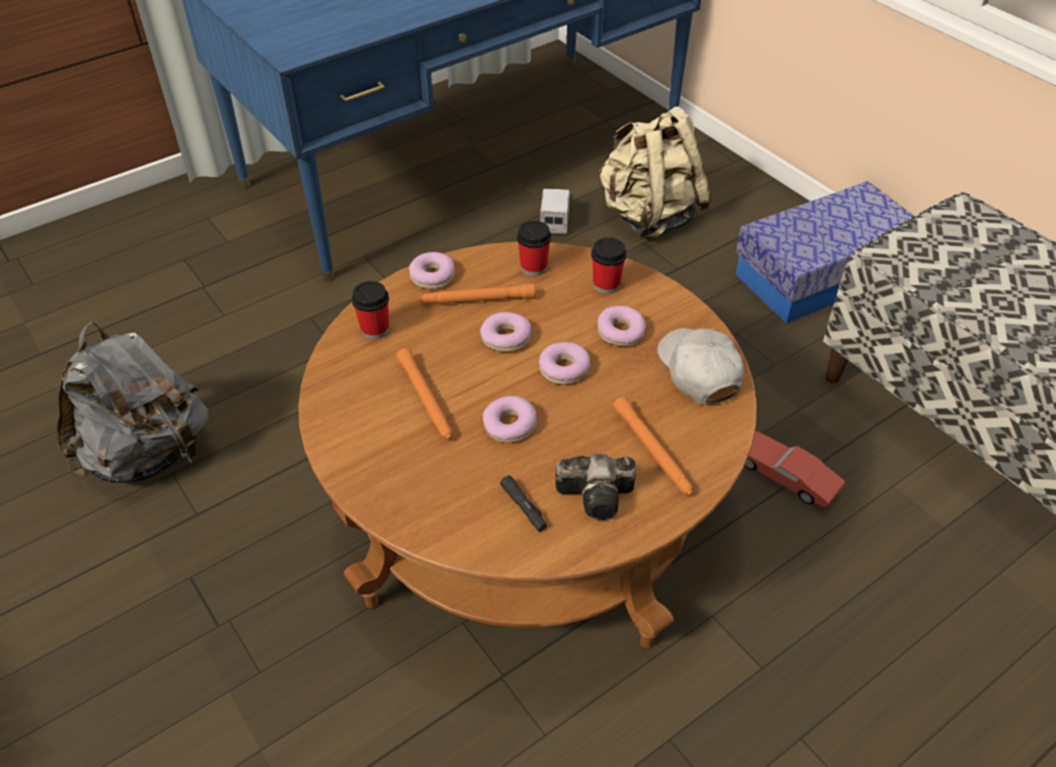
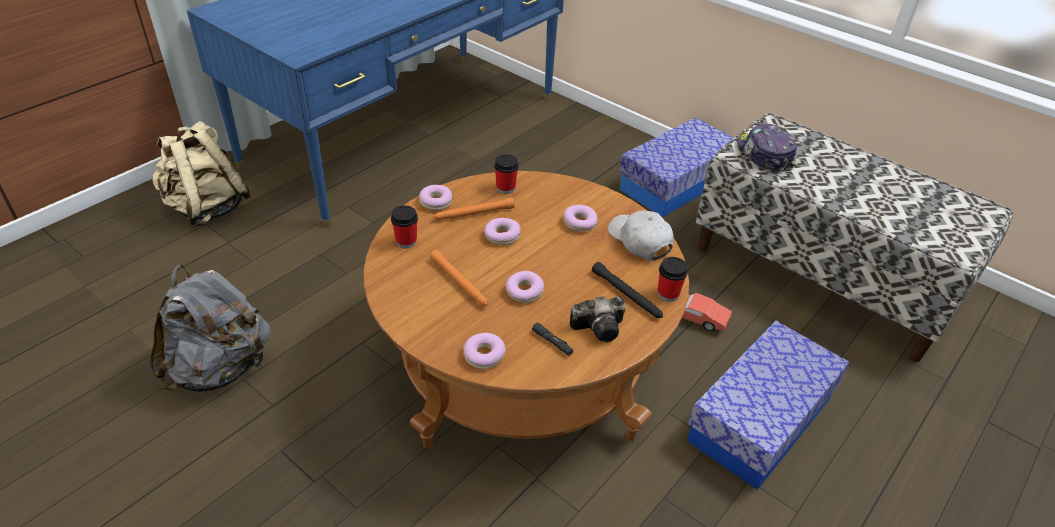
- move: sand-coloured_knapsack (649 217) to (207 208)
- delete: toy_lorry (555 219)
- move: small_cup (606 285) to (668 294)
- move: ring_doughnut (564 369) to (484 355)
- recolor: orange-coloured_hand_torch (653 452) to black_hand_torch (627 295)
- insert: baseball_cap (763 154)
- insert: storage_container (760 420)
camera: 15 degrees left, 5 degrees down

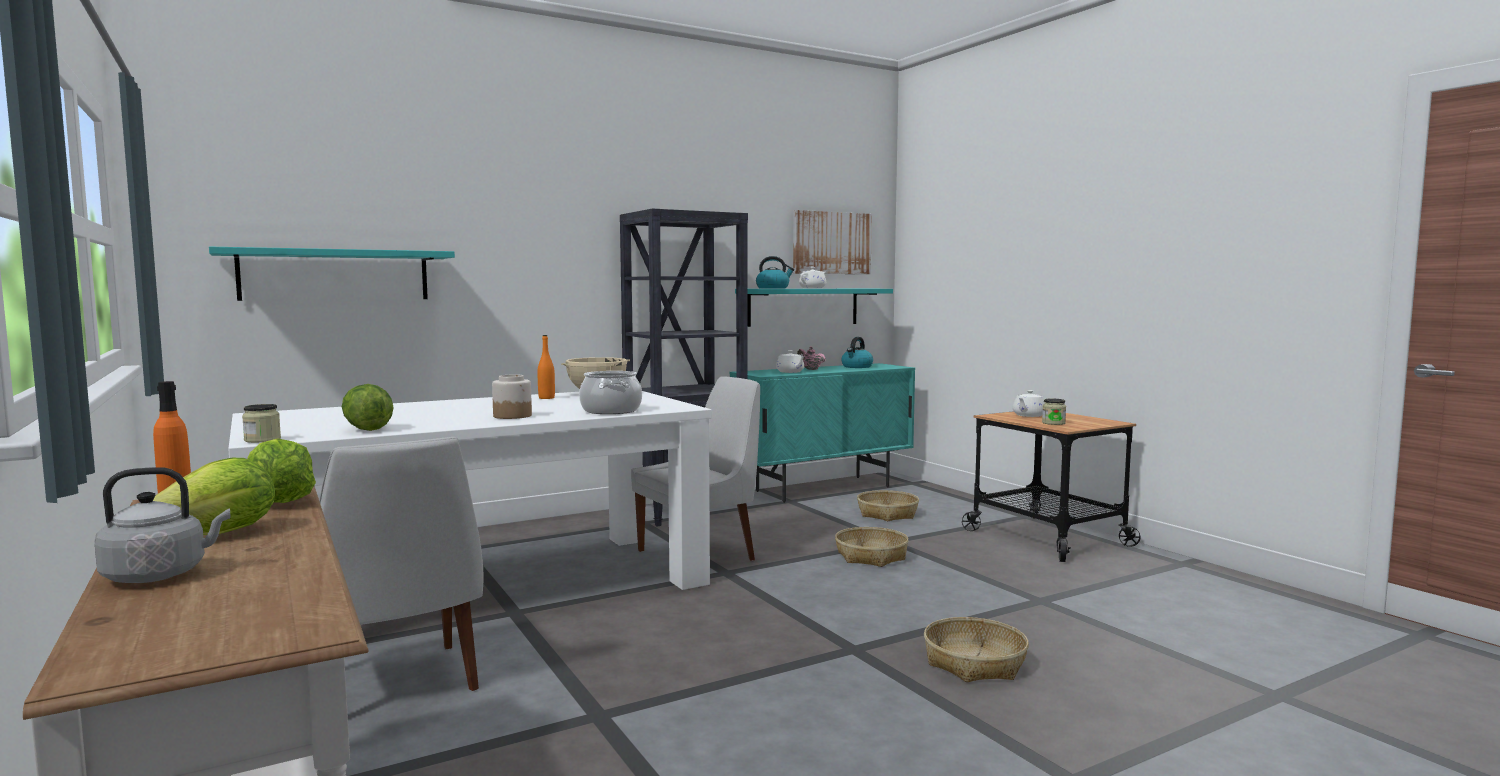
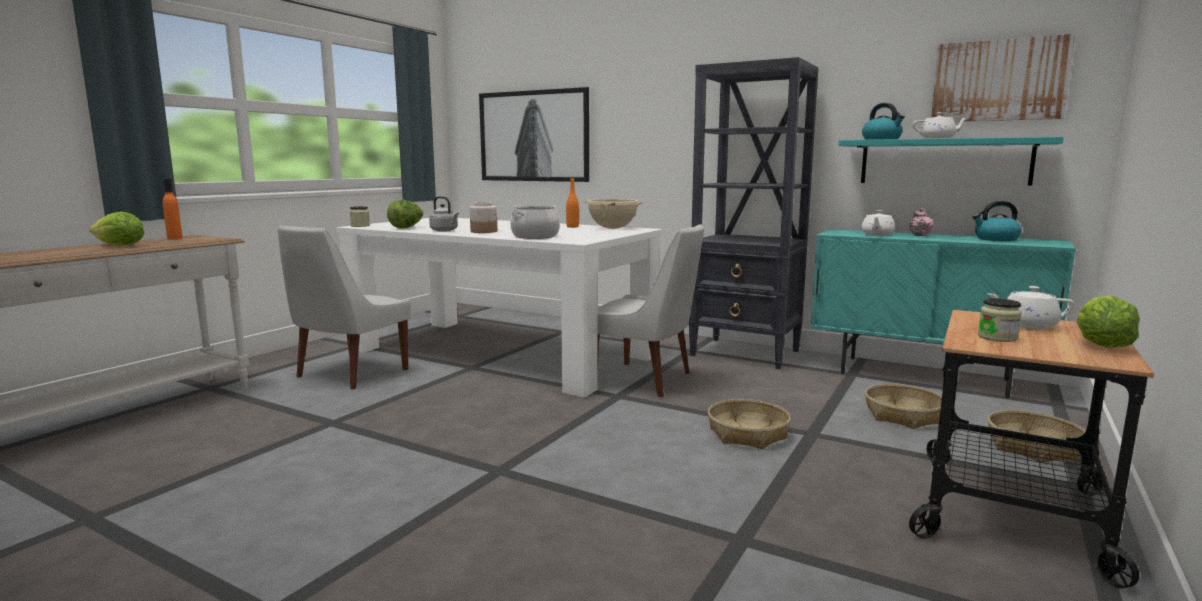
- replace: blue-green_bracket_shelf (335 275) to picture (534 136)
- move: lettuce (278 502) to (1100 345)
- move: grey_water_kettle (160 575) to (445 231)
- move: storage_basket (975 663) to (1033 447)
camera: 60 degrees right, 5 degrees up

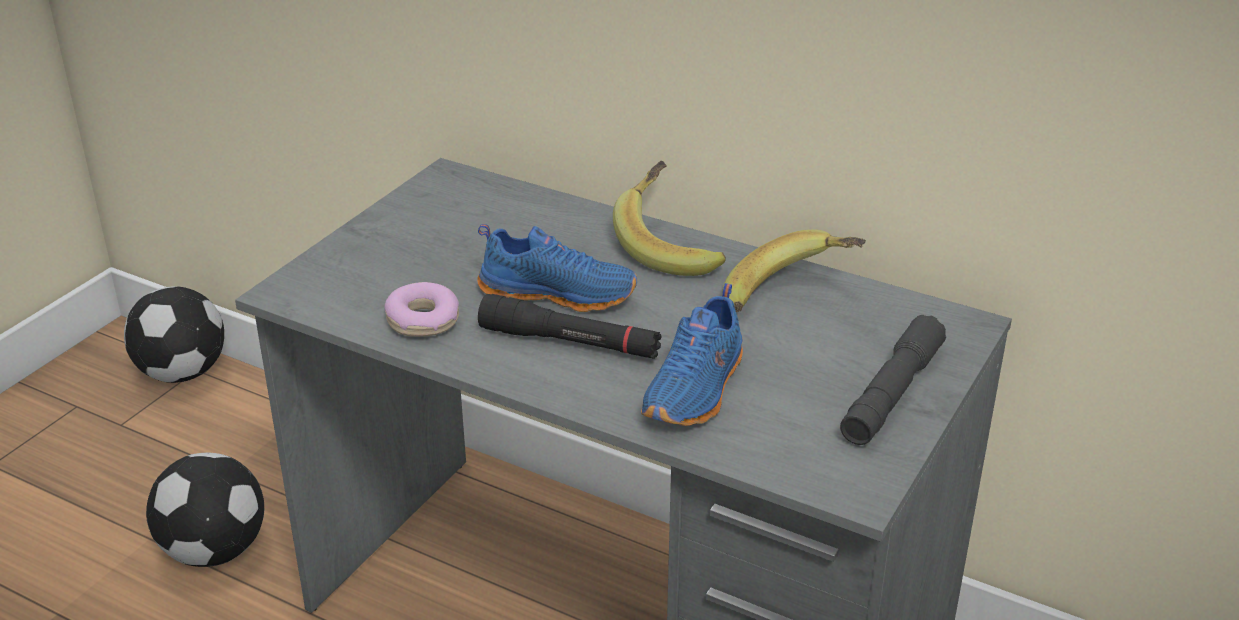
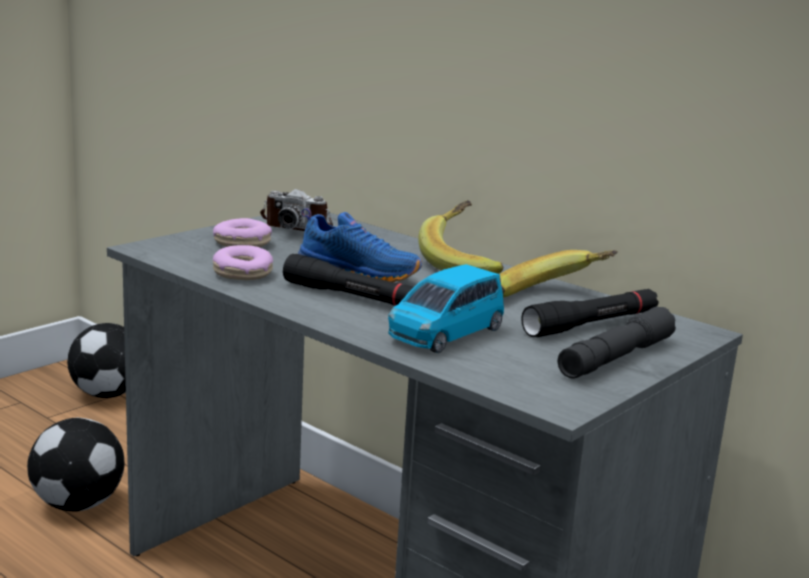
- replace: blue-coloured_item_of_footwear (697 390) to blue-coloured_toy_car (445 334)
- insert: photo_camera (299 228)
- insert: ring_doughnut (242 243)
- insert: black_hand_torch (591 325)
camera: 10 degrees right, 15 degrees down

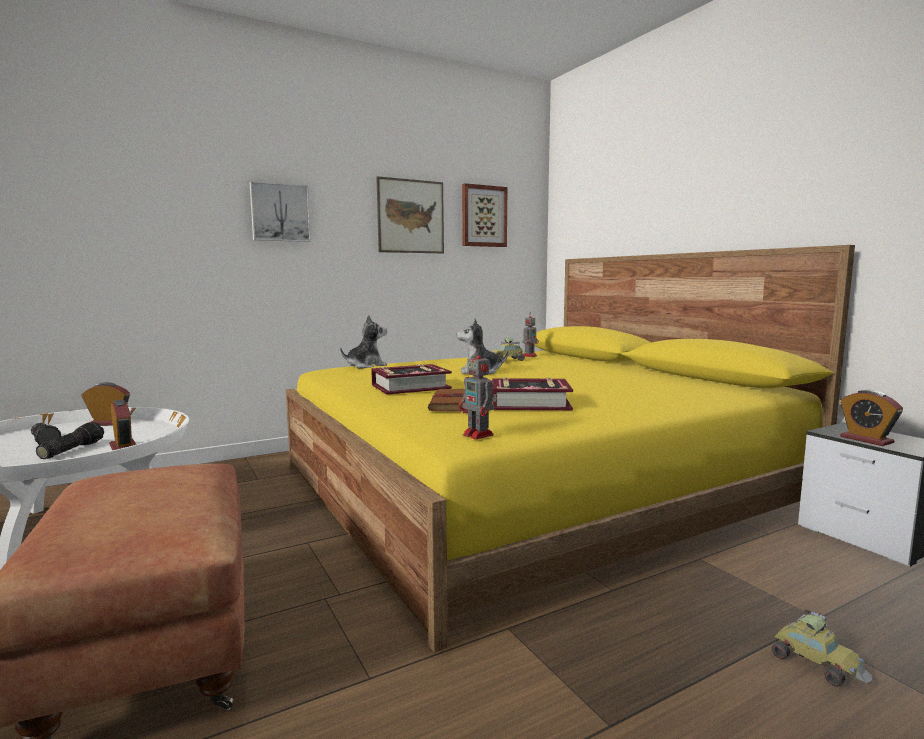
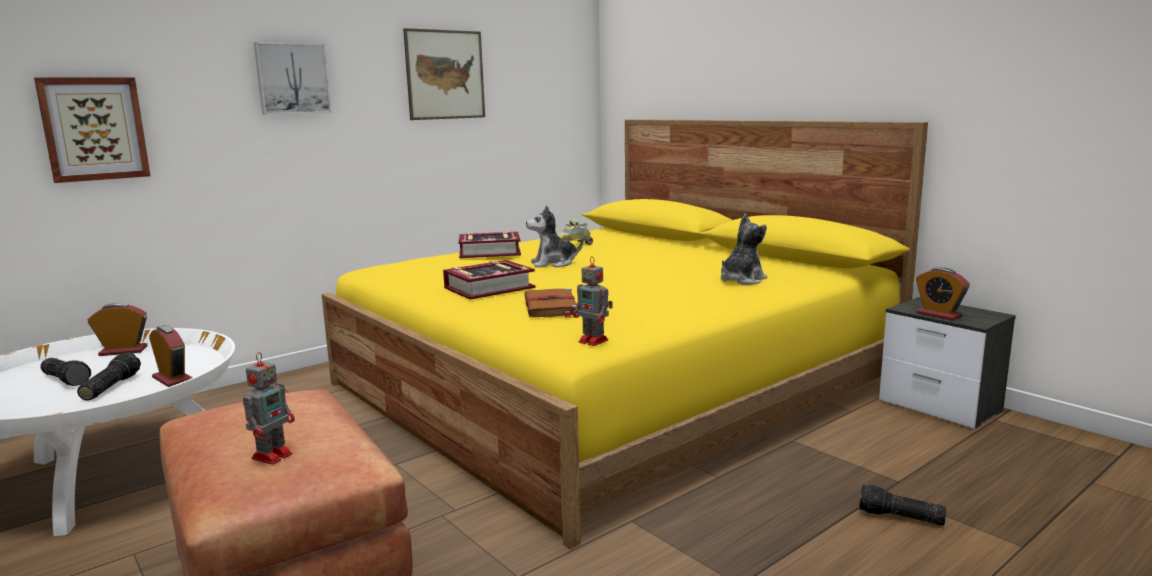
- move: picture (483 216) to (94 129)
- move: model_robot (530 356) to (273 455)
- move: plush_toy (366 366) to (741 280)
- move: volume (530 403) to (489 252)
- replace: toy_car (816 663) to hand_torch (899 517)
camera: 10 degrees left, 5 degrees up

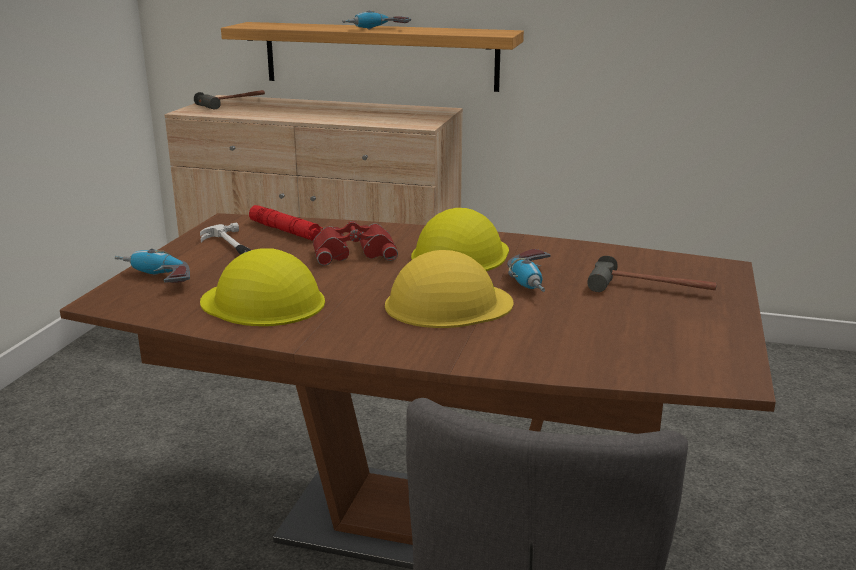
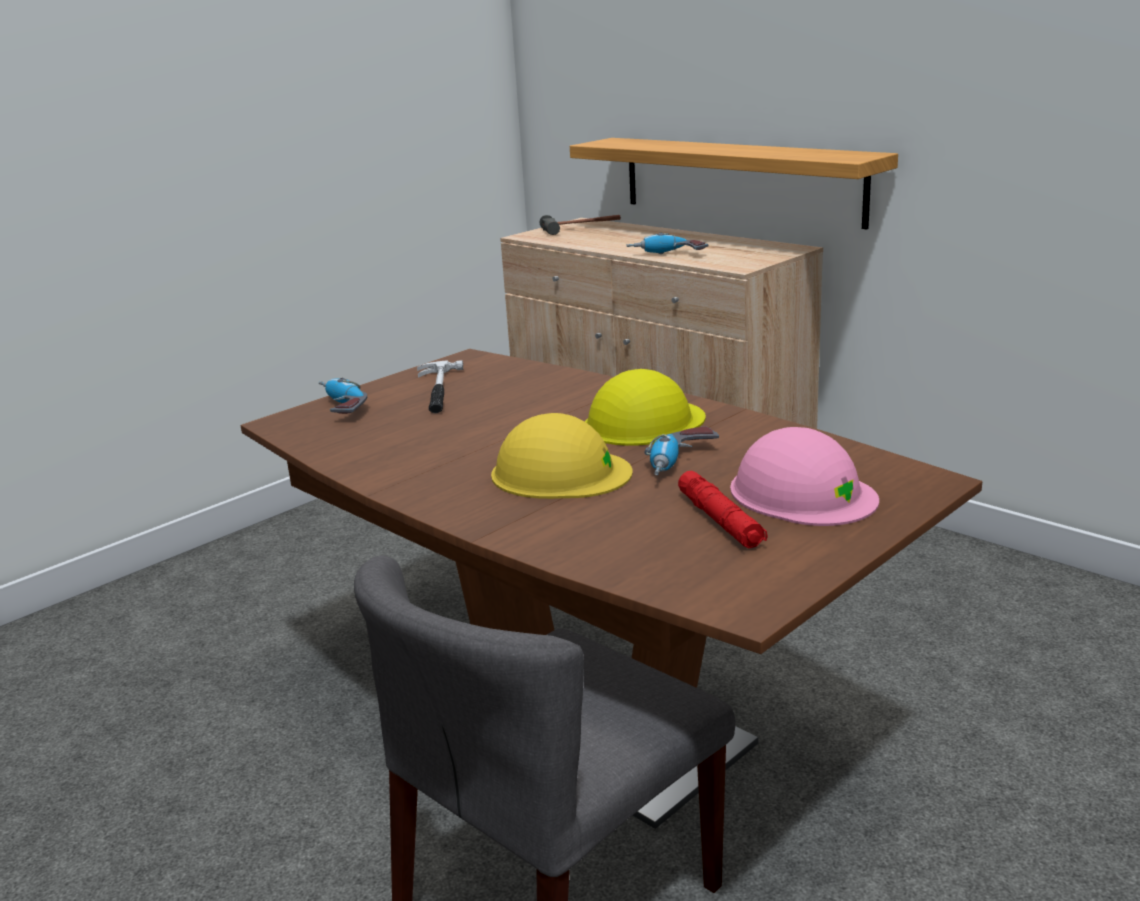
- move: drill (376 29) to (667 255)
- move: red-coloured_hand_torch (285 231) to (720 520)
- delete: red-coloured_pair_of_binoculars (354 252)
- delete: yellow-coloured_safety_helmet (263 302)
- replace: tool_hammer (651 289) to pink-coloured_safety_helmet (802 493)
camera: 30 degrees right, 0 degrees up

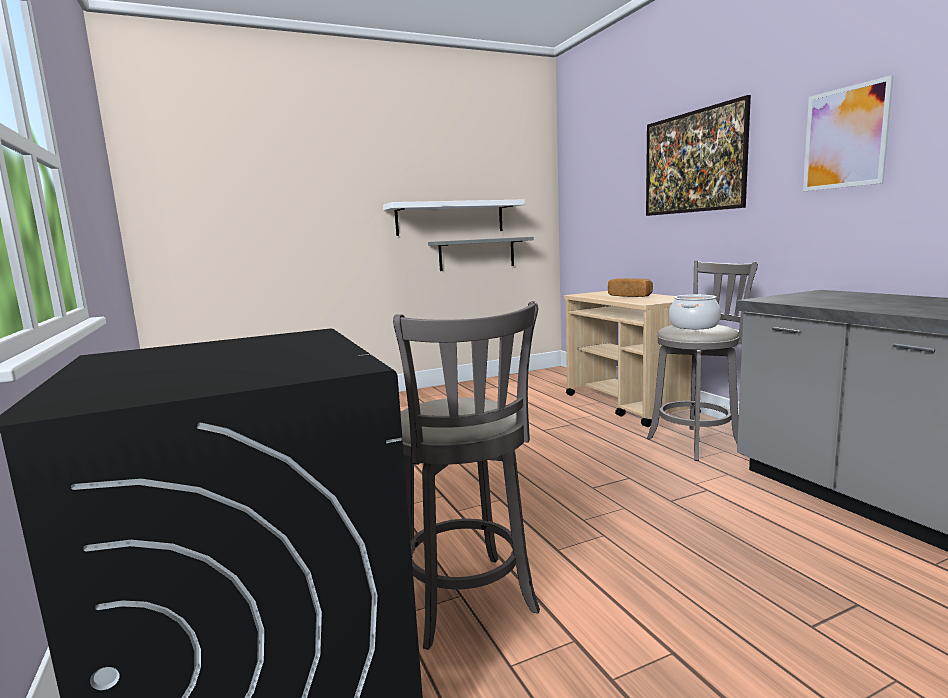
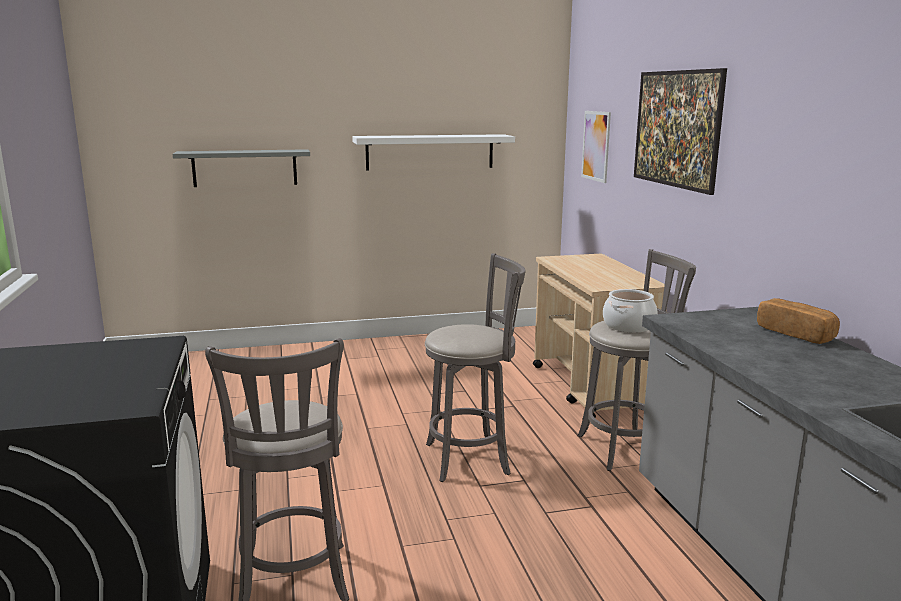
- move: picture (845 138) to (596 146)
- move: grey_bracket_shelf (477 254) to (245 168)
- move: bread (630 296) to (796 334)
- insert: grey_sitting_stool (472 458)
camera: 10 degrees right, 5 degrees up

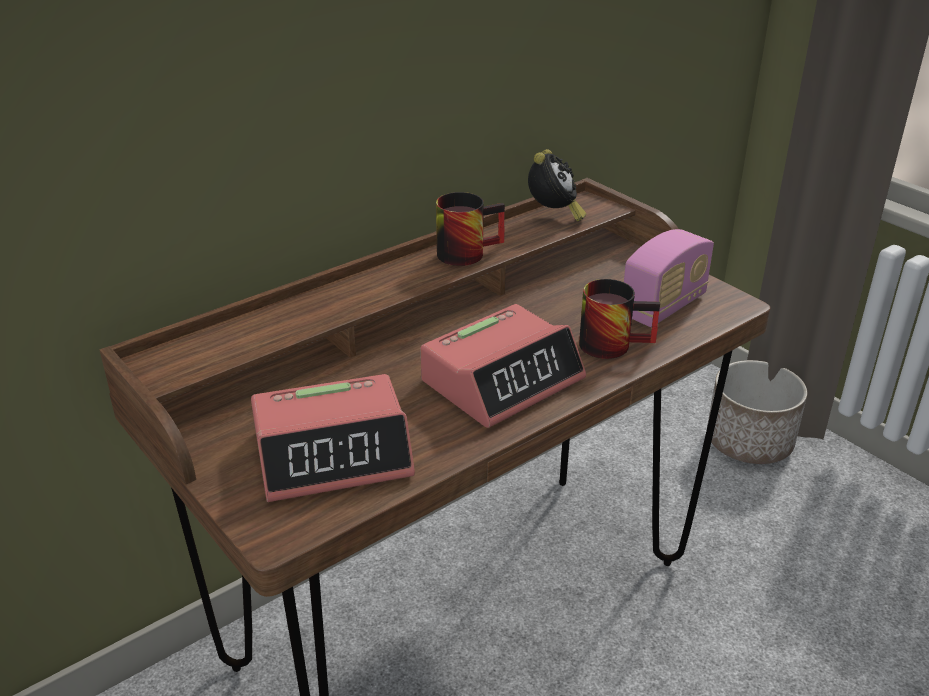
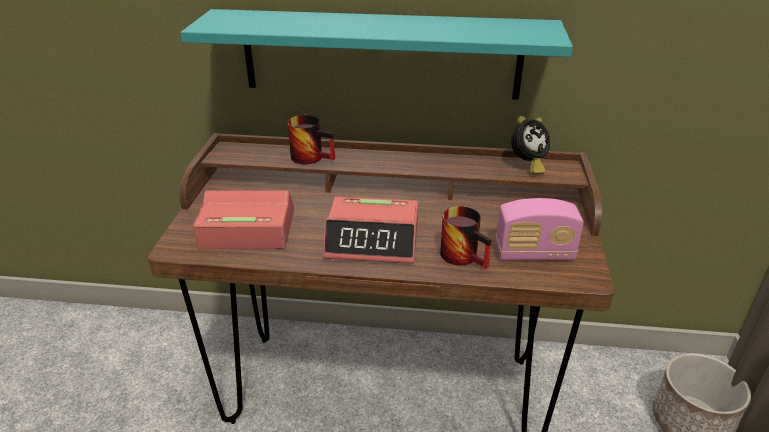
- move: coffee_mug (466 251) to (313 156)
- rotate: bedside_clock (333 454) = (247 229) 150 degrees clockwise
- insert: blue-green_bracket_shelf (381 54)
camera: 45 degrees right, 0 degrees up

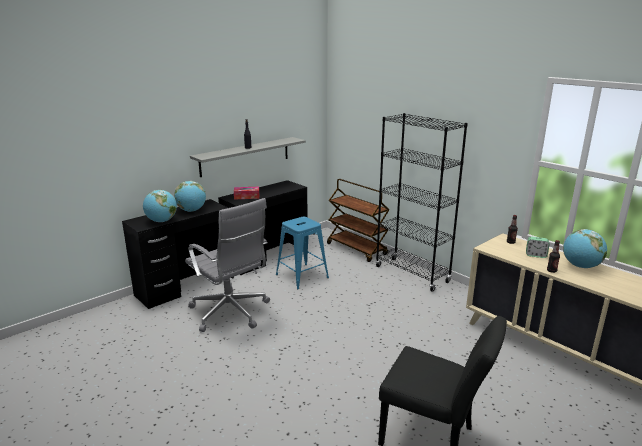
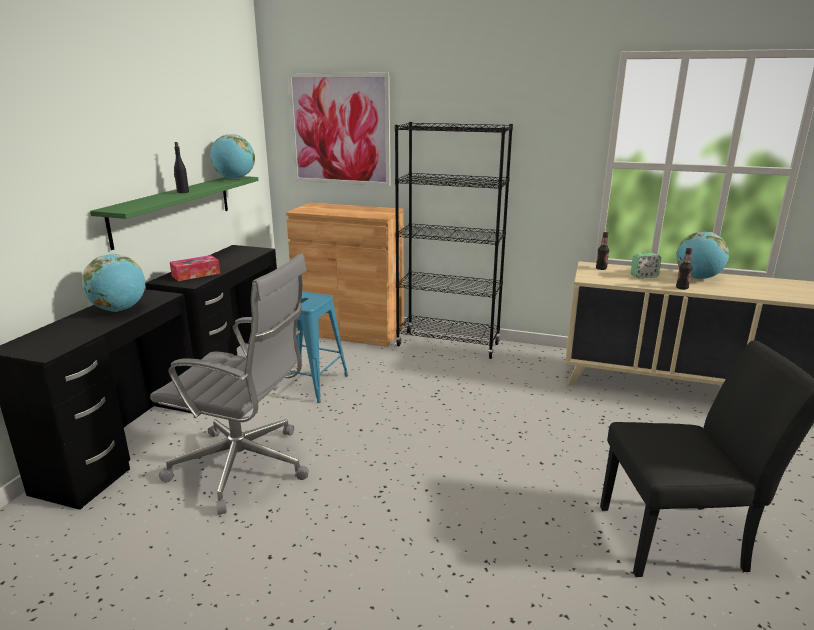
- recolor: grey_bracket_shelf (245 156) to green-coloured_bracket_shelf (173 209)
- replace: brown-coloured_wheeled_cart (357 249) to brown-coloured_cupboard (350 330)
- move: globe (161 221) to (235 178)
- insert: picture (340 130)
camera: 30 degrees left, 0 degrees up

